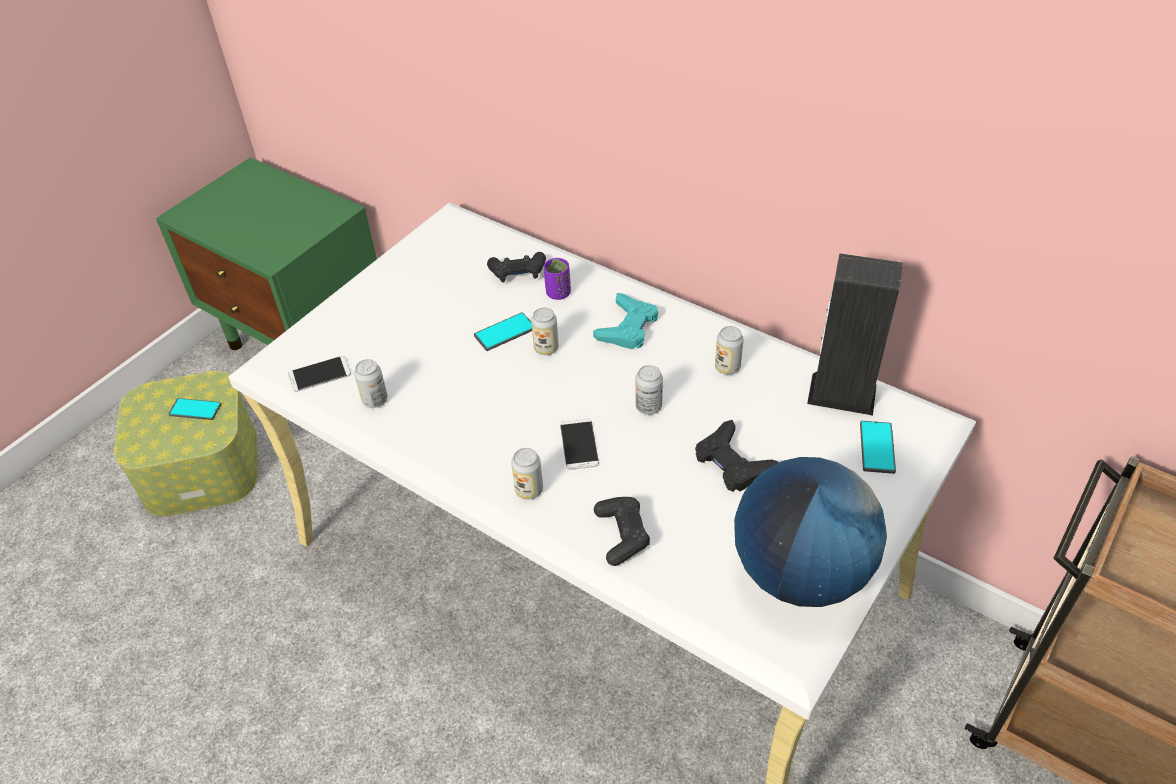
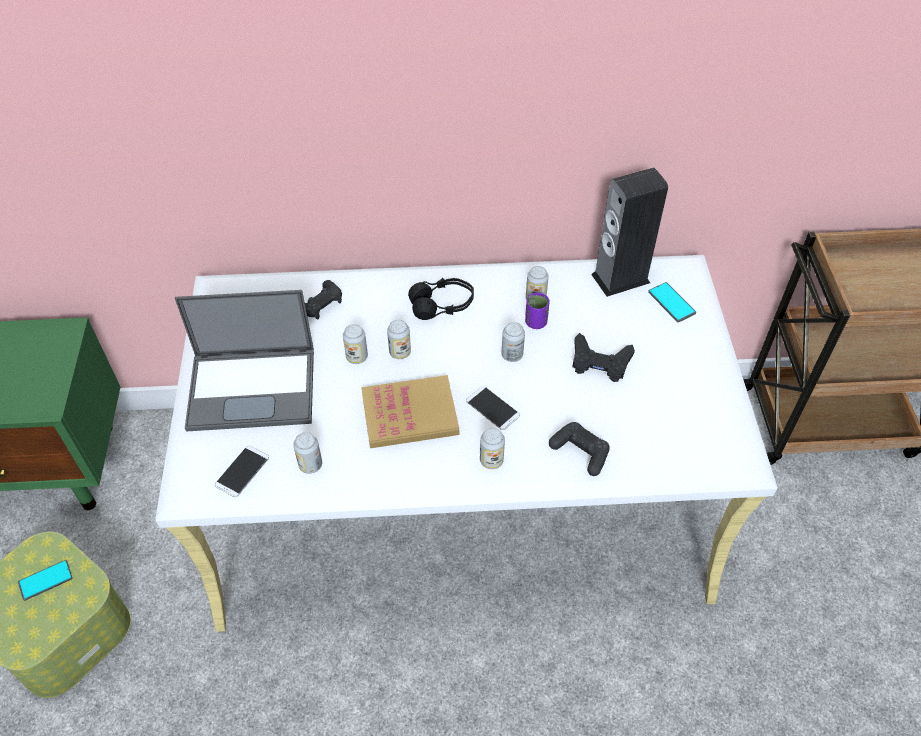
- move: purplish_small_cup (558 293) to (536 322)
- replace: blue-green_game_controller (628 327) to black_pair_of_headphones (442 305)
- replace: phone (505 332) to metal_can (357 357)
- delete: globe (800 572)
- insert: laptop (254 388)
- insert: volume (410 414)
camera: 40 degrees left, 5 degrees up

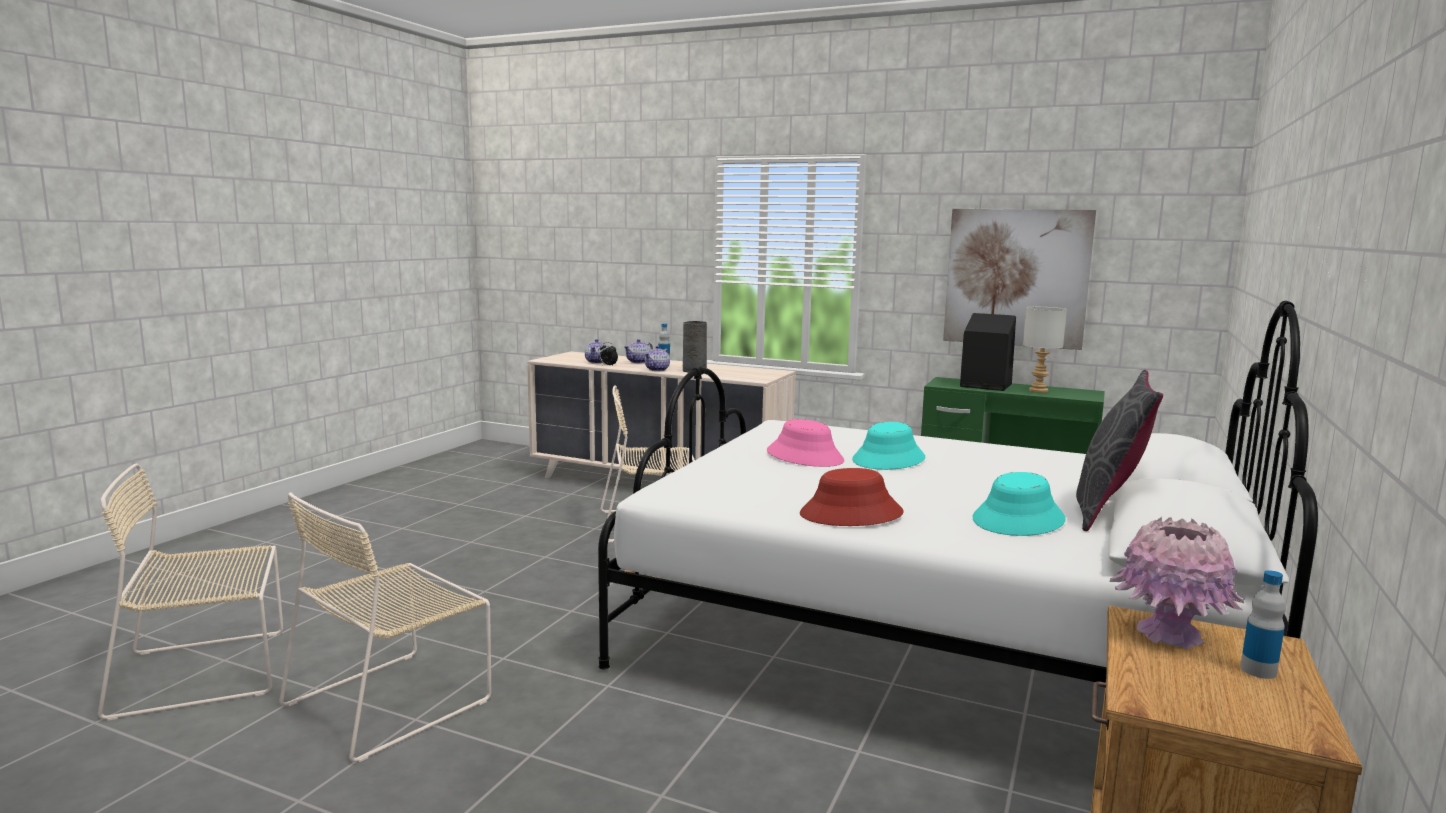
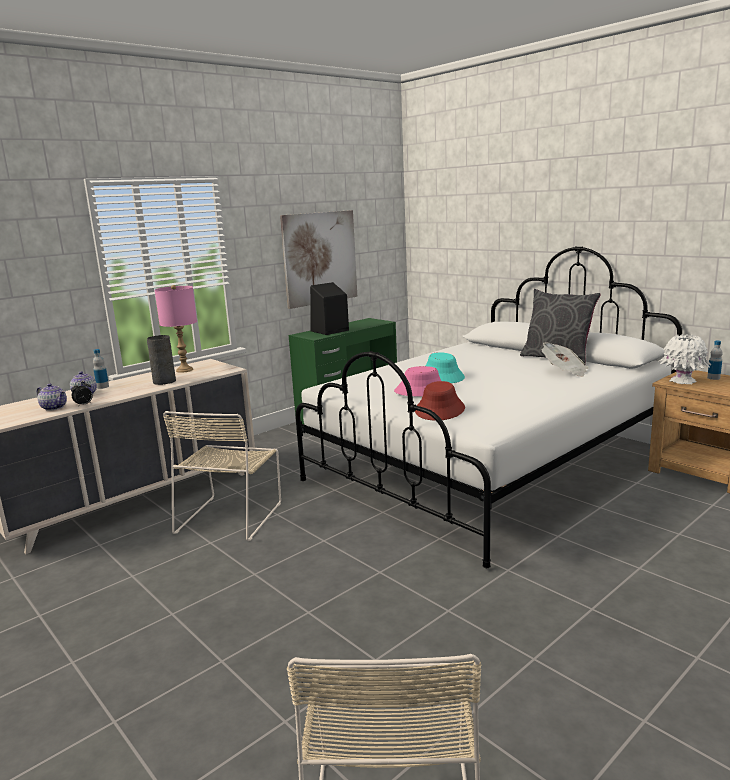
- delete: grey_lamp_for_a_table (1037 391)
- delete: teapot (657 369)
- move: red-coloured_hat (851 514) to (440 410)
- replace: blue-green_hat (1019 520) to newspaper (564 372)
- delete: sand-coloured_chair (393 700)
- recolor: pink-coloured_vase (1169 634) to white-coloured_vase (682 381)
- insert: pink-coloured_lamp_for_a_table (184 370)
camera: 65 degrees left, 5 degrees up

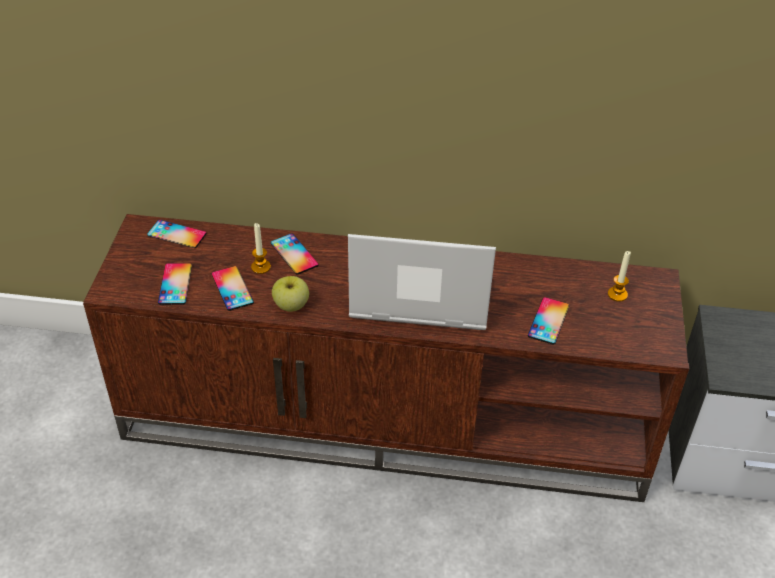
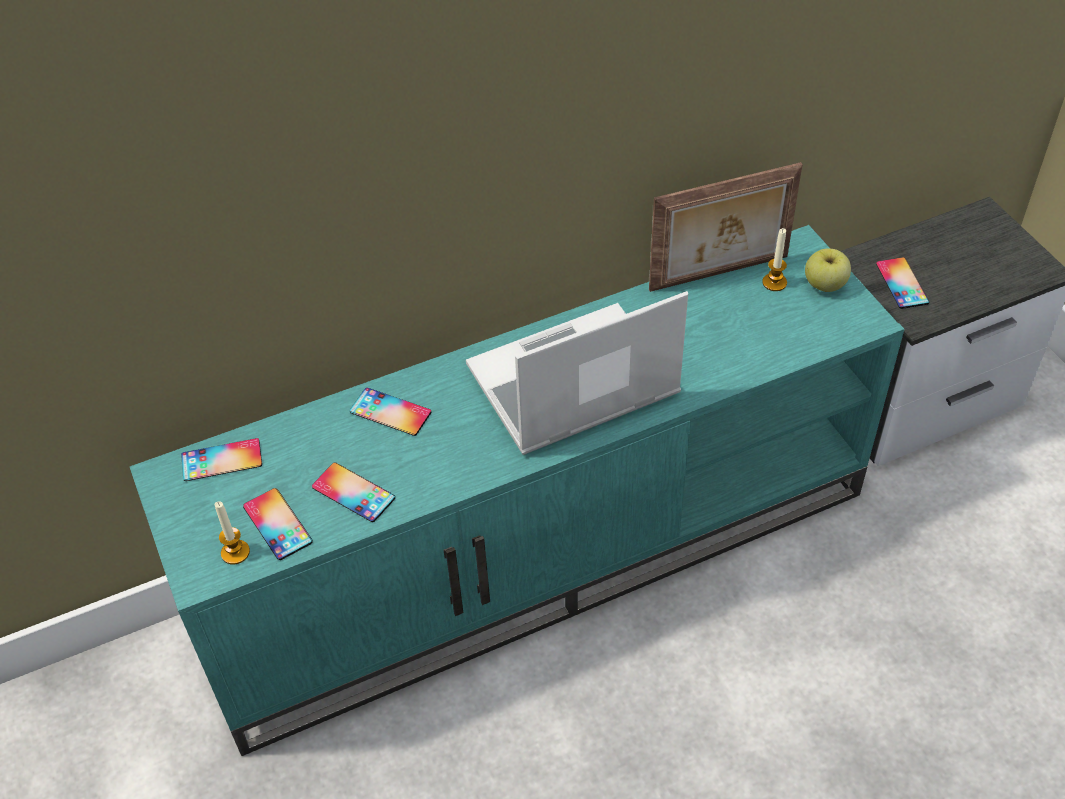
- recolor: brown-coloured_media_console (388 420) to blue-green_media_console (539 553)
- move: candle (261 267) to (235 552)
- move: apple (291 305) to (825 285)
- move: phone (548 321) to (902 283)
- insert: photo_frame (719 275)
camera: 30 degrees left, 5 degrees up

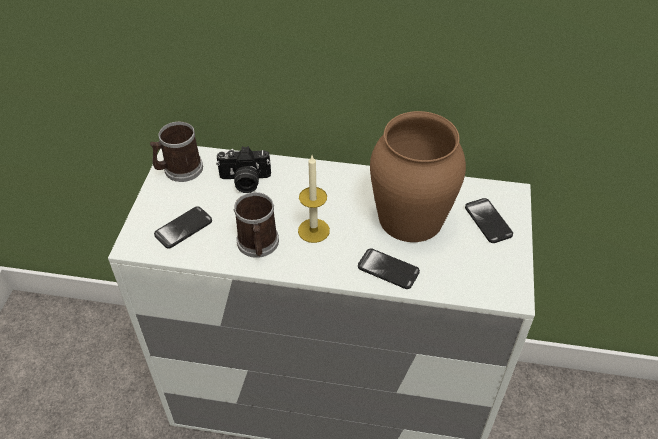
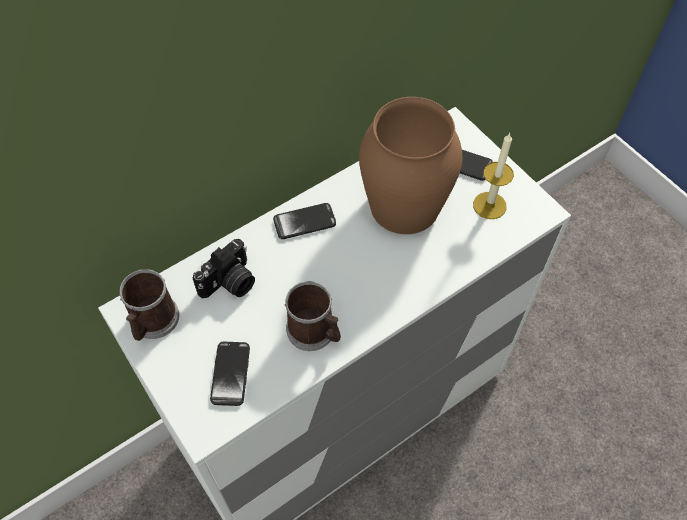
- move: candle (313 230) to (489 205)
- move: phone (388 269) to (304 222)
camera: 45 degrees left, 10 degrees up

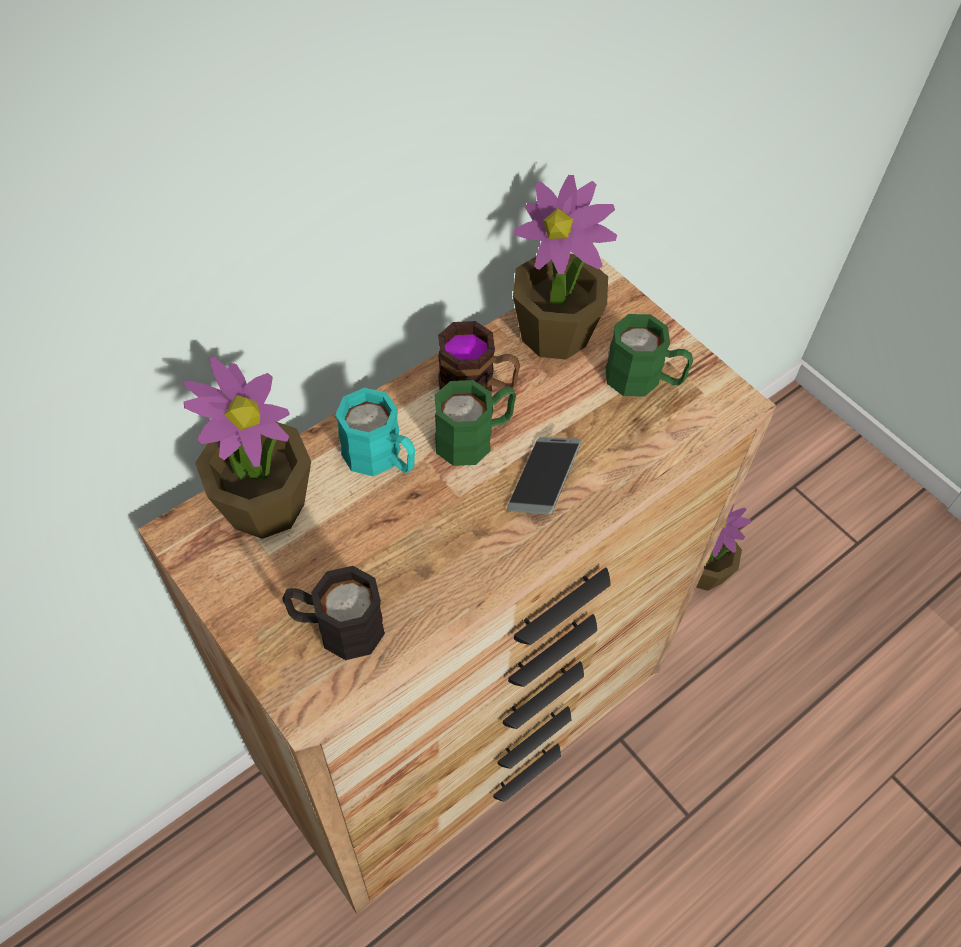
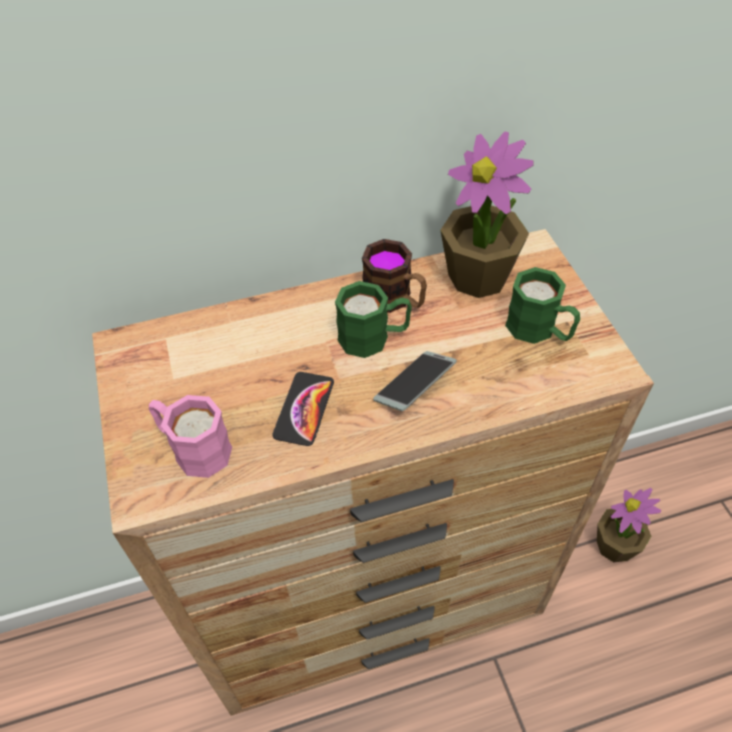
- delete: houseplant (265 504)
- delete: blue-green_coffee_mug (381 458)
- recolor: black_coffee_mug (337 627) to pink-coloured_coffee_mug (193 448)
- insert: phone (304 409)
camera: 25 degrees right, 5 degrees down

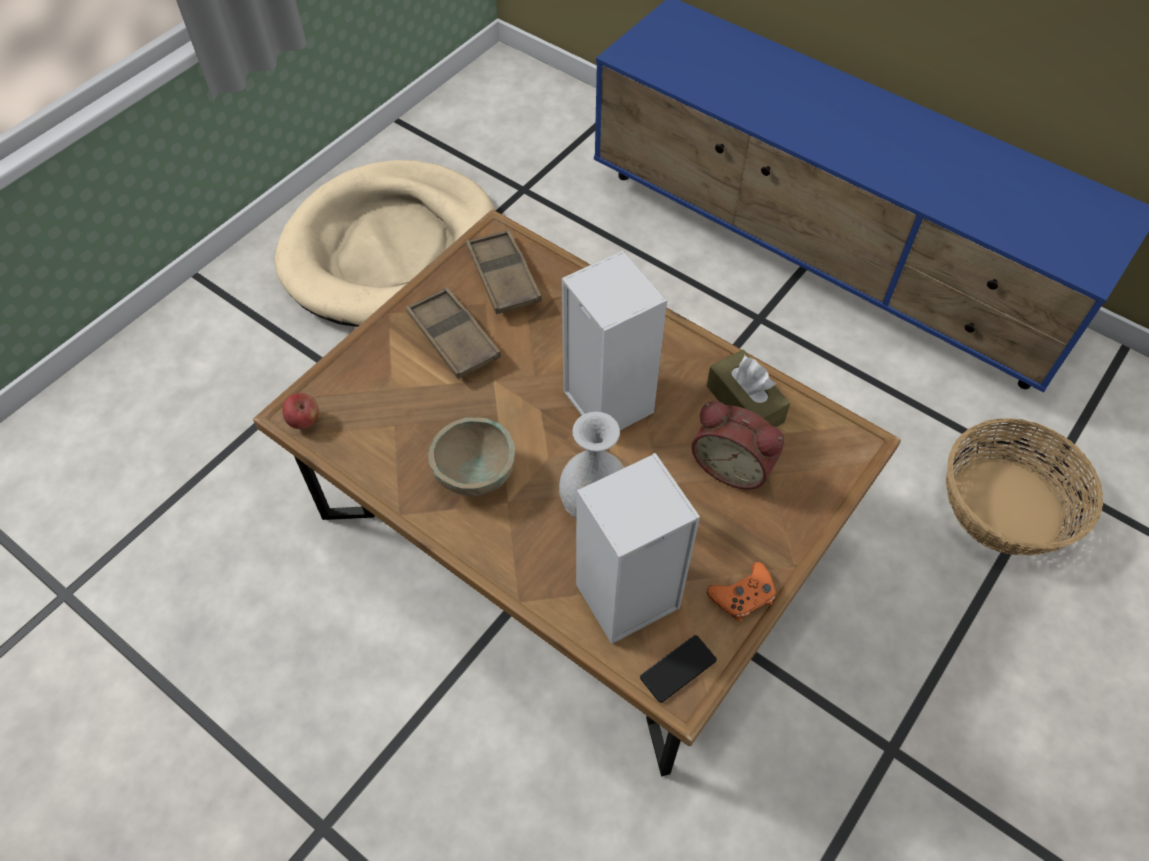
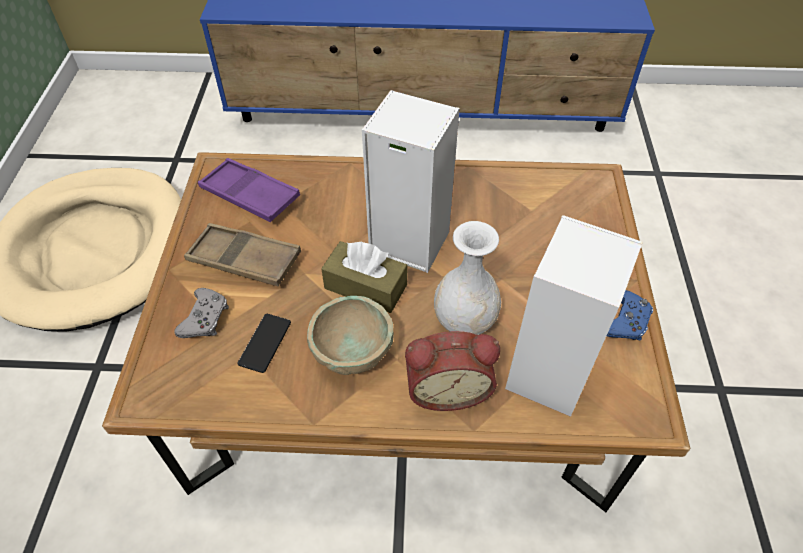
- recolor: brown-coloured_tray (503 277) to purplish_tray (249 195)
- move: brown-coloured_tissue_holder (744 404) to (365 286)
- delete: apple (304 420)
- move: bedside_clock (733 465) to (447 388)
- delete: storage_basket (1005 507)
- recolor: orange-coloured_game_controller (743 596) to blue-coloured_game_controller (625 321)
- move: phone (678 669) to (265 343)
- insert: grey_game_controller (205 318)
camera: 35 degrees left, 5 degrees down

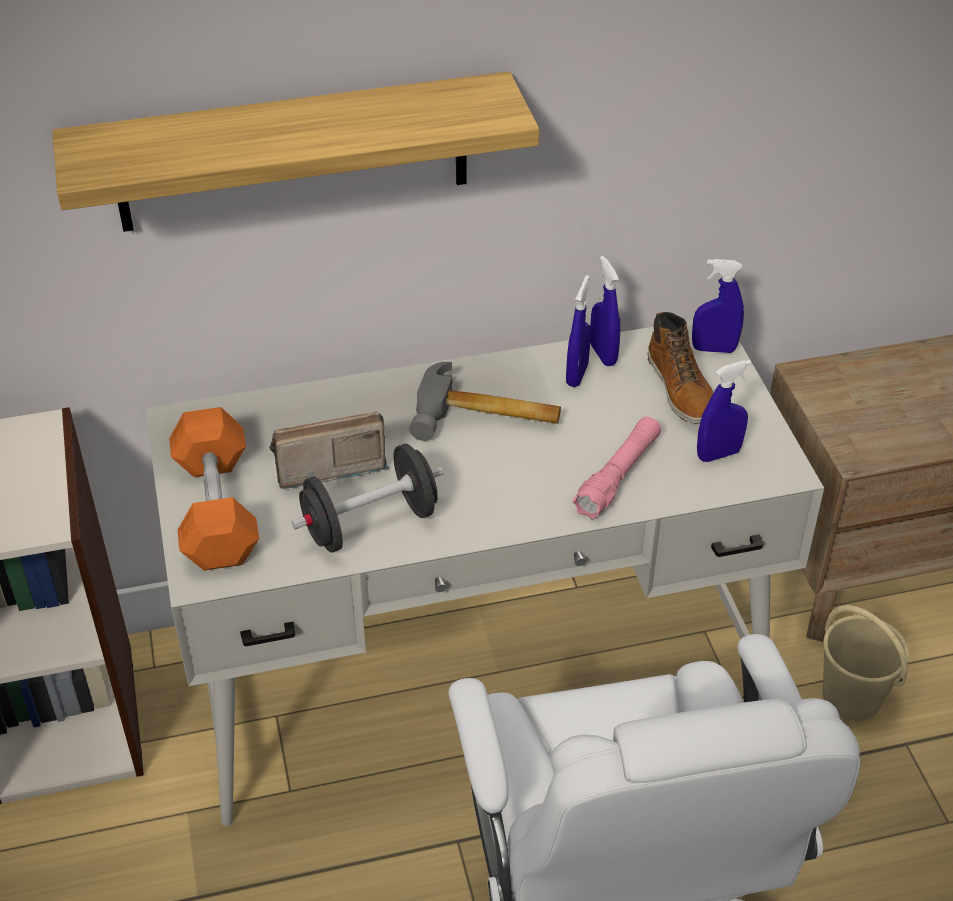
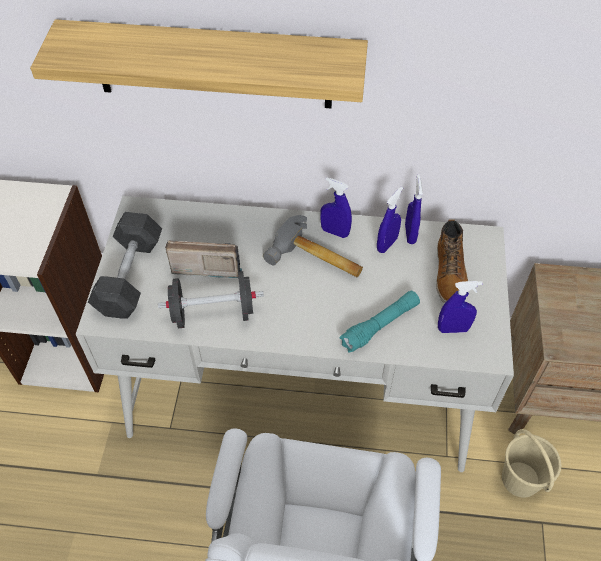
- move: blue-coloured_hand_sprayer (714 349) to (335 232)
- recolor: orange-coloured_dumbbell (216 509) to grey_dumbbell (130 276)
- recolor: pink-coloured_hand_torch (618 476) to blue-green_hand_torch (380 325)
camera: 20 degrees right, 10 degrees up

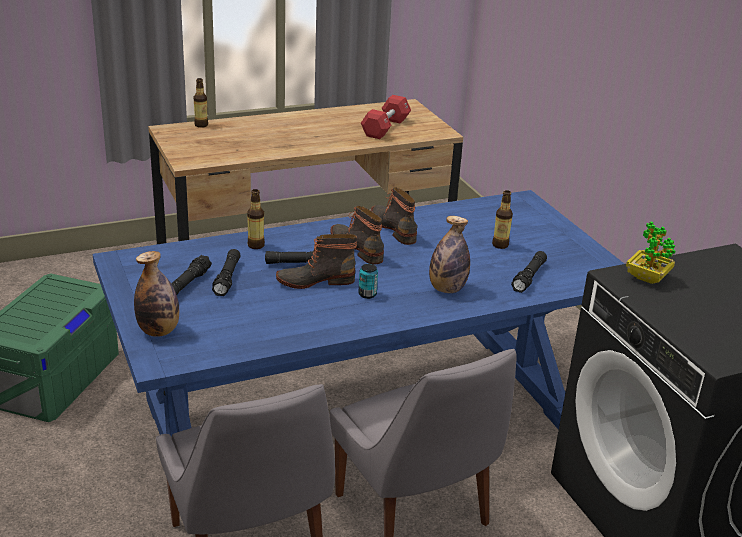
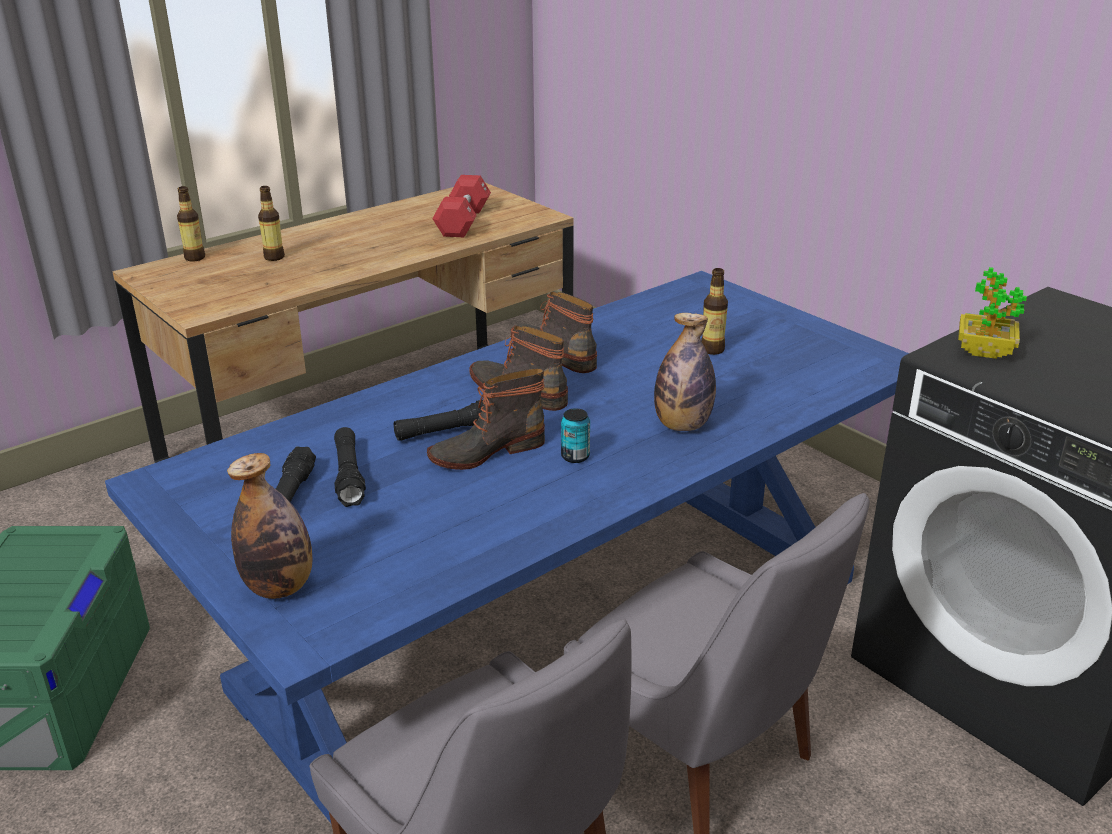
- move: bottle (256 245) to (274 257)
- delete: black_hand_torch (529 277)
camera: 15 degrees left, 0 degrees up

